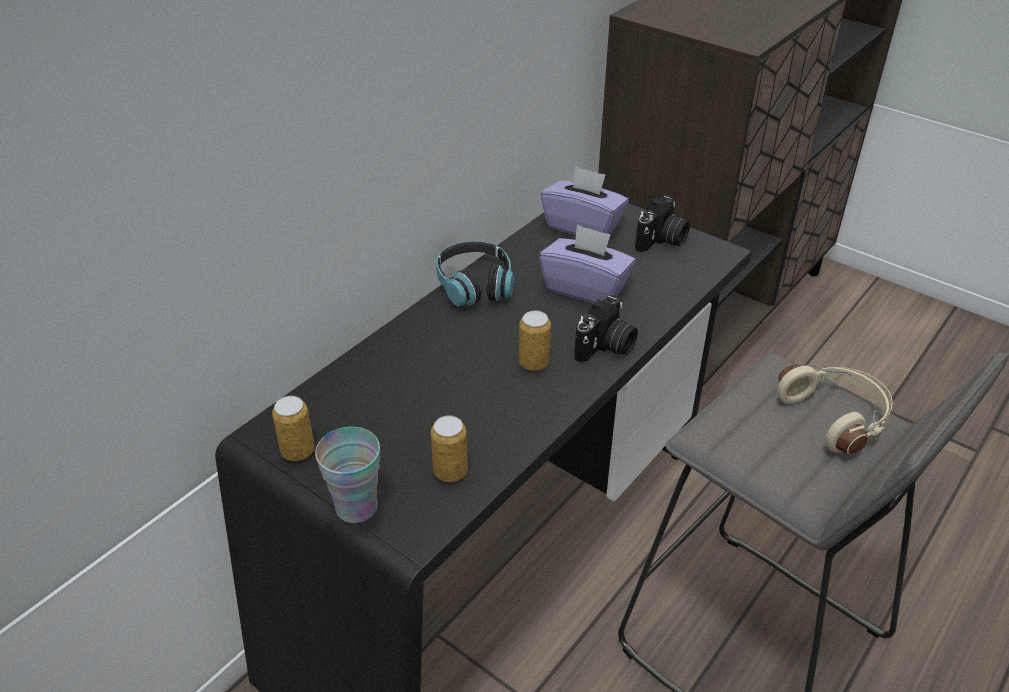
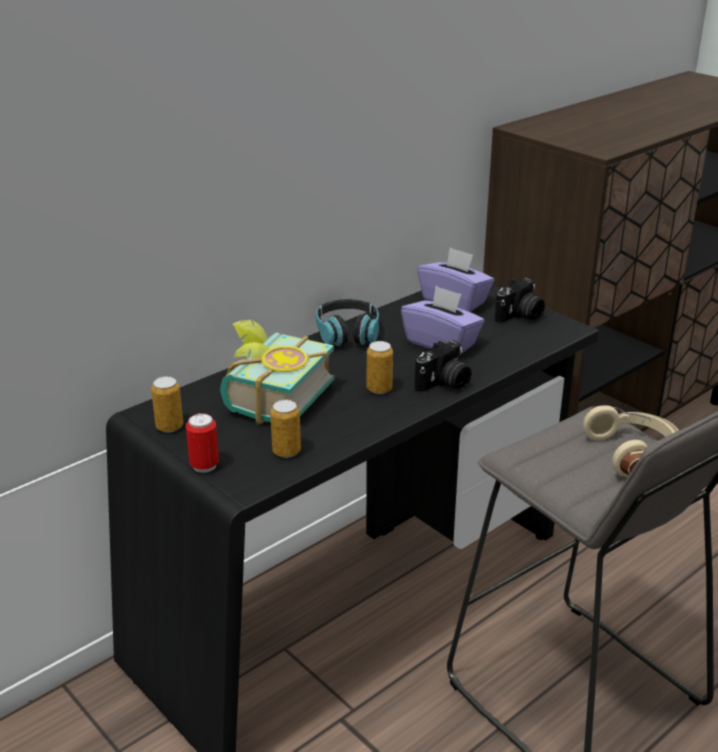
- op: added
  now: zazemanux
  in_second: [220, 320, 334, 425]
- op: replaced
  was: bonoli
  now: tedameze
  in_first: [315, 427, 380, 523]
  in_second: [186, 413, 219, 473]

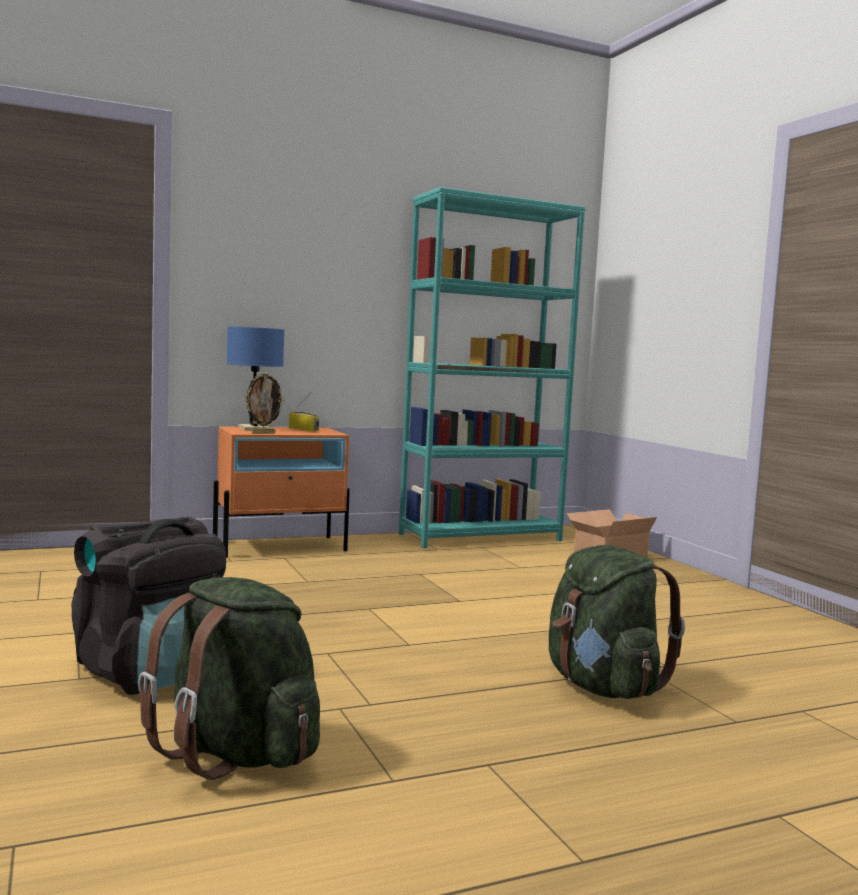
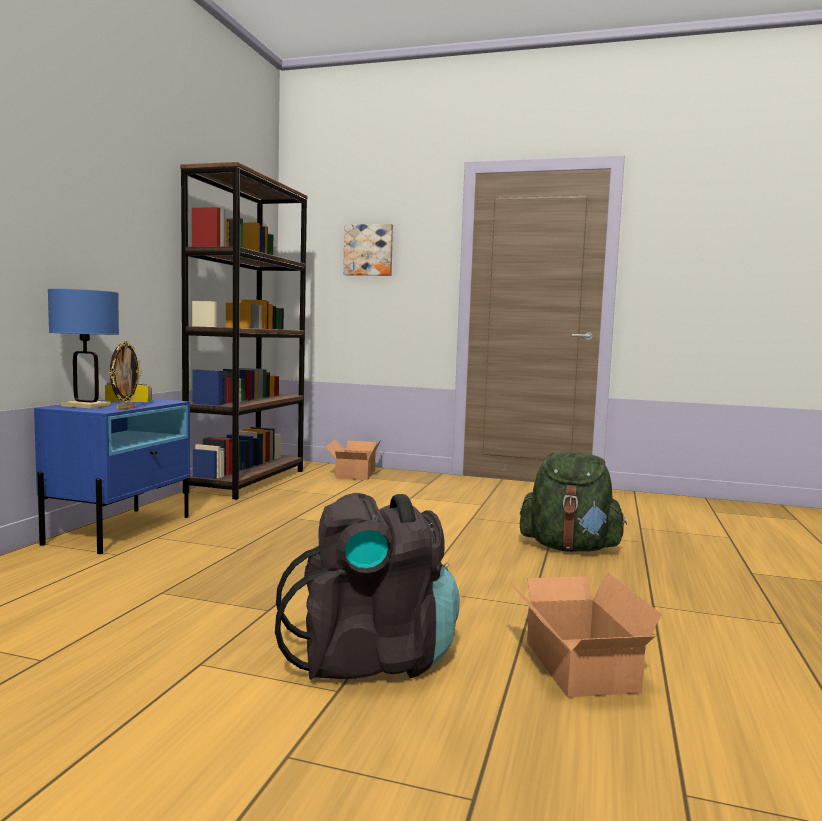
- op: added
  now: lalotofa
  in_second: [343, 224, 393, 276]
- op: replaced
  was: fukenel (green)
  now: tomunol
  in_first: [138, 577, 320, 780]
  in_second: [508, 572, 662, 697]
- op: recoloured
  was: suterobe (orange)
  now: suterobe (blue)
  in_first: [213, 427, 350, 558]
  in_second: [34, 399, 190, 554]
- op: recoloured
  was: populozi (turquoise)
  now: populozi (brown)
  in_first: [399, 187, 586, 548]
  in_second: [180, 162, 308, 500]

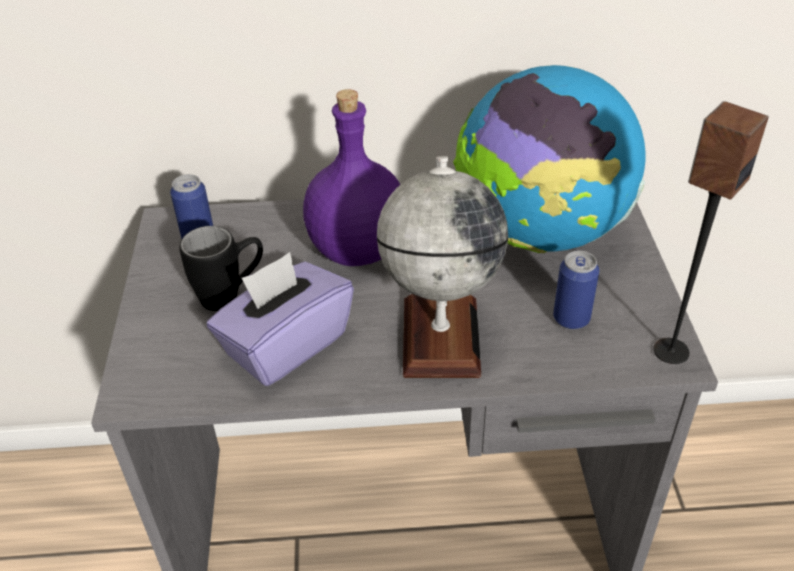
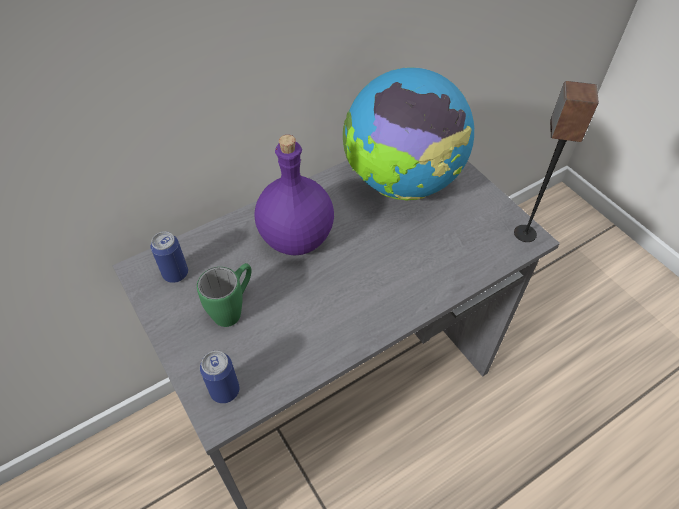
- op: removed
  was: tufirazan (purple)
  in_first: [207, 252, 354, 386]
- op: removed
  was: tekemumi
  in_first: [377, 156, 508, 378]
- op: moved
  was: tedameze
  in_first: [553, 251, 599, 330]
  in_second: [200, 351, 240, 403]
- op: recoloured
  was: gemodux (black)
  now: gemodux (green)
  in_first: [179, 226, 263, 311]
  in_second: [197, 263, 252, 327]

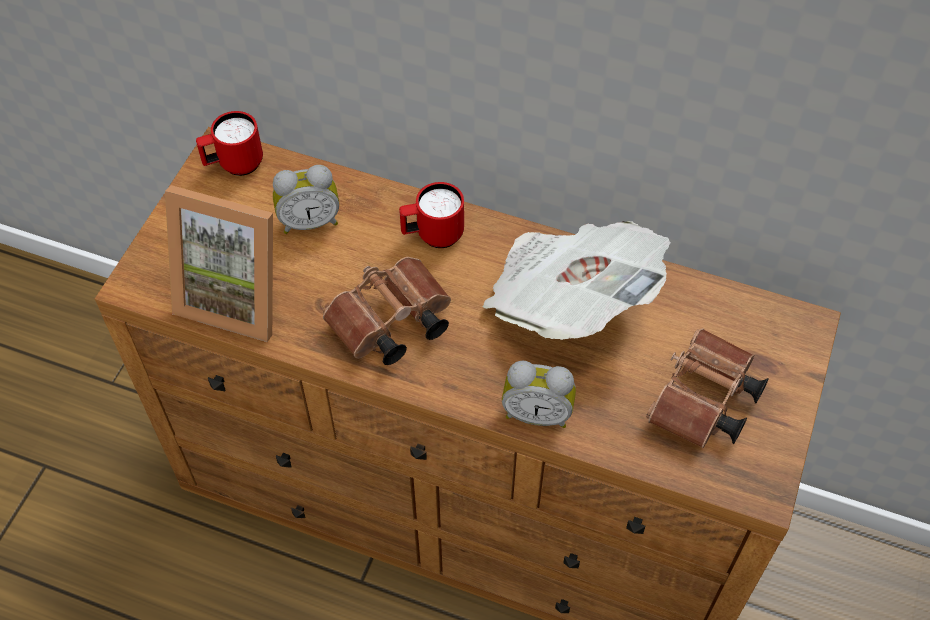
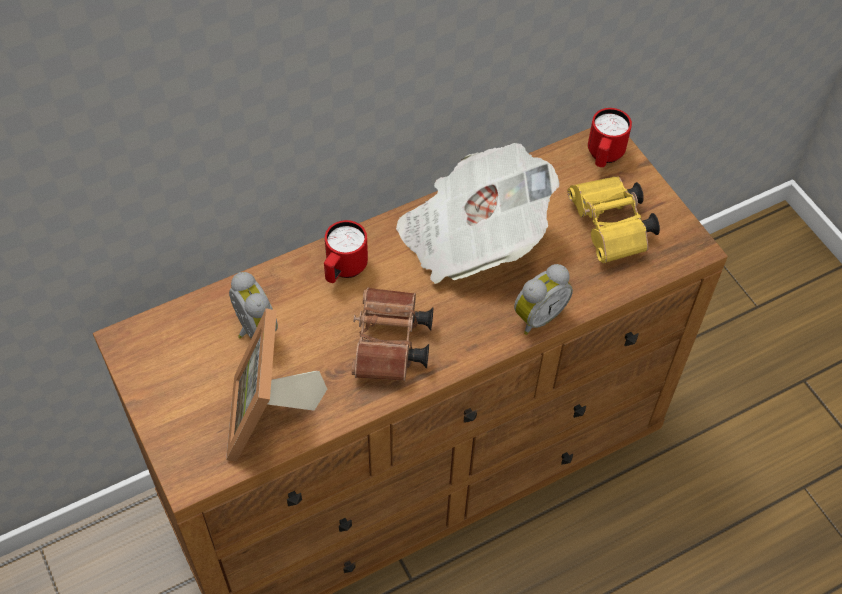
- op: moved
  was: gemodux (red)
  in_first: [196, 111, 263, 176]
  in_second: [588, 108, 632, 167]
- op: recoloured
  was: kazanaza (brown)
  now: kazanaza (yellow)
  in_first: [646, 328, 768, 448]
  in_second: [568, 176, 660, 263]
- op: turned
  was: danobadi
  in_first: [165, 185, 273, 342]
  in_second: [226, 308, 327, 462]
  clockwise: 120
- op: turned
  was: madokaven
  in_first: [273, 165, 339, 234]
  in_second: [229, 272, 278, 339]
  clockwise: -60

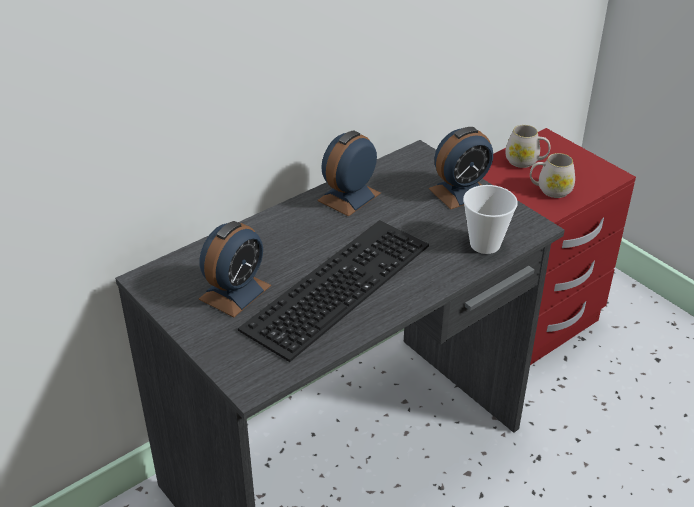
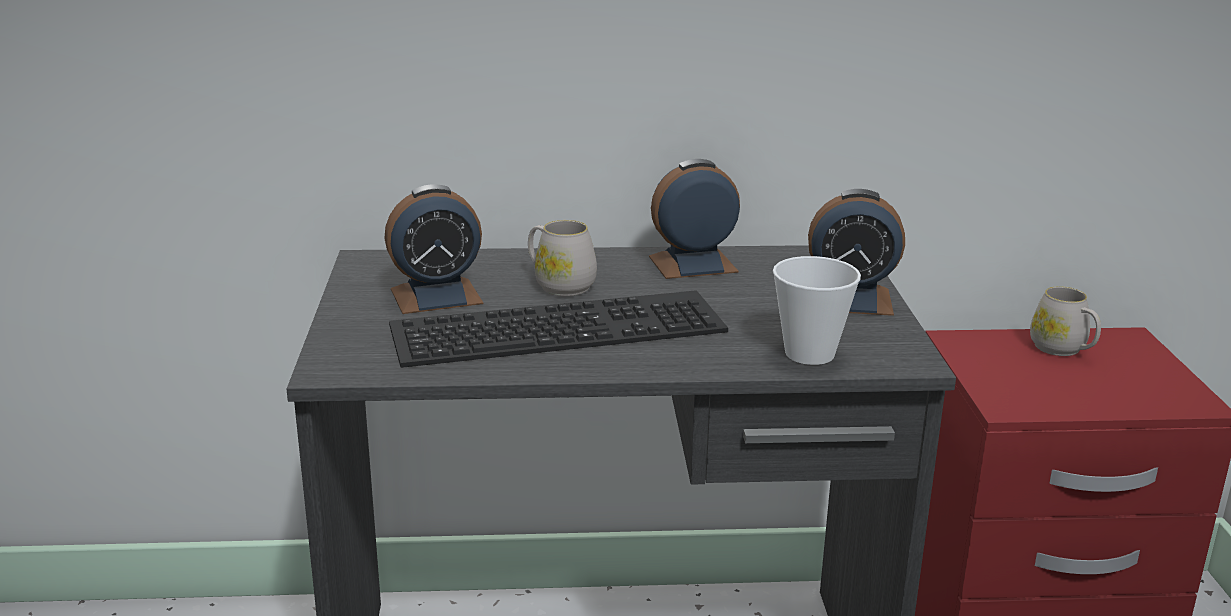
- op: moved
  was: gemodux (white)
  in_first: [530, 153, 575, 198]
  in_second: [528, 220, 597, 296]

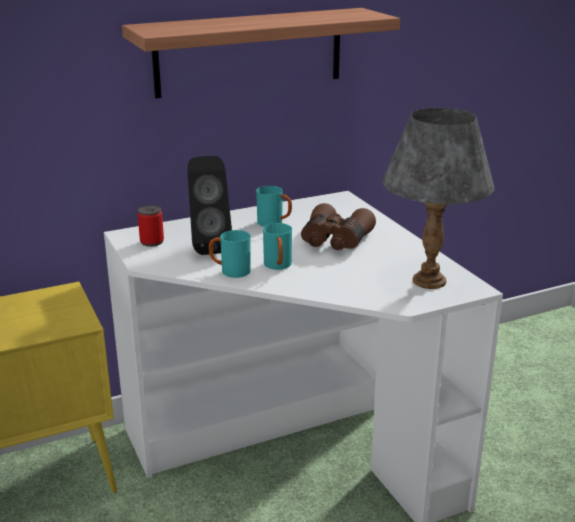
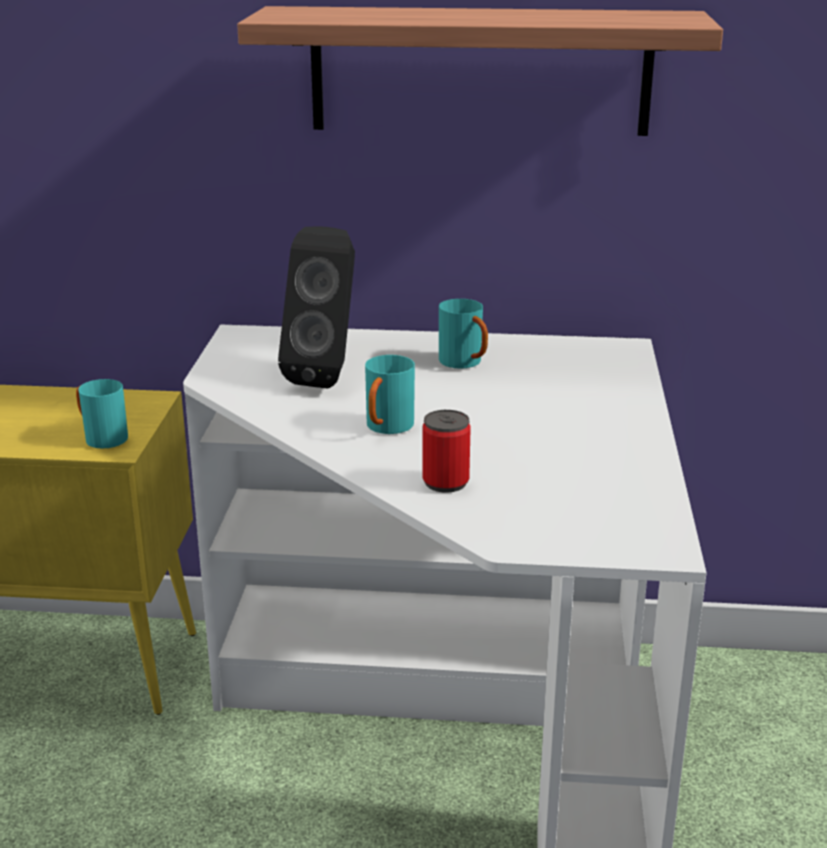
- op: removed
  was: kazanaza (brown)
  in_first: [301, 203, 376, 250]
- op: removed
  was: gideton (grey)
  in_first: [382, 107, 494, 289]
- op: moved
  was: tedameze
  in_first: [138, 205, 164, 247]
  in_second: [422, 410, 471, 493]
- op: moved
  was: gemodux (turquoise)
  in_first: [209, 230, 251, 278]
  in_second: [76, 379, 128, 448]

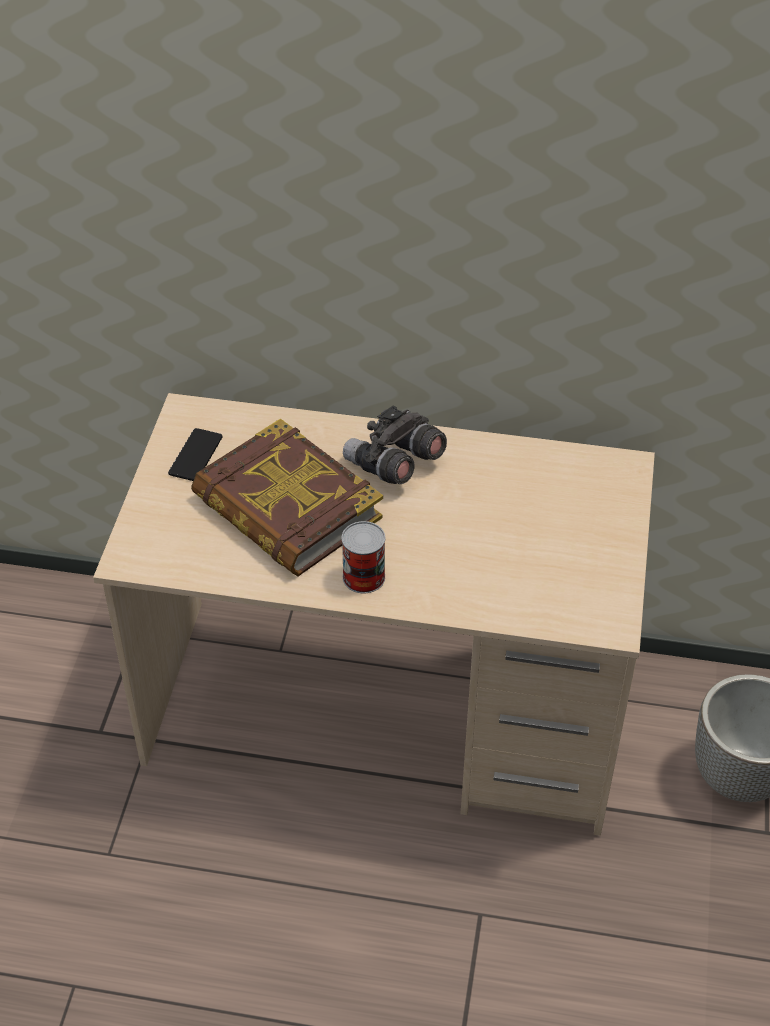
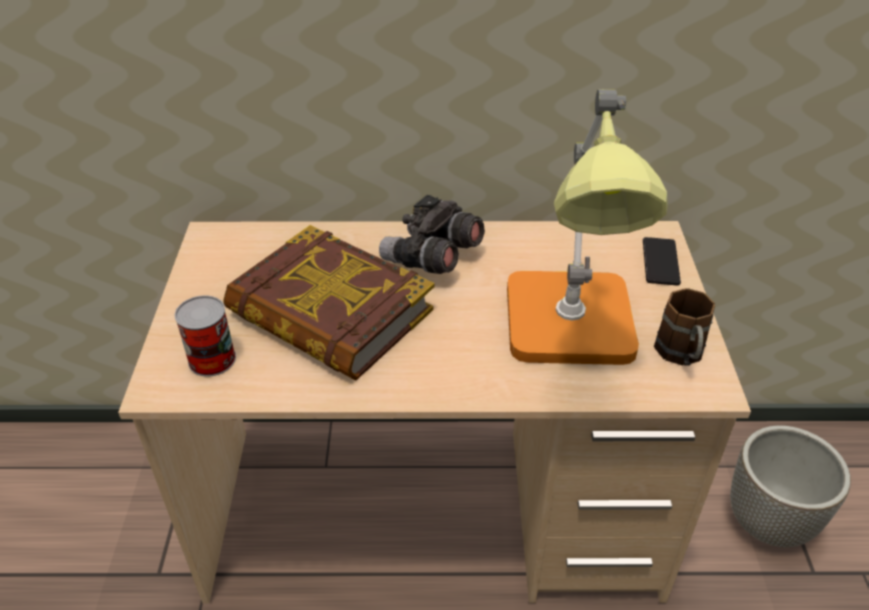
- op: added
  now: gideton
  in_second: [507, 90, 668, 365]
- op: added
  now: gemodux (brown)
  in_second: [654, 288, 715, 366]
- op: moved
  was: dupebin
  in_first: [168, 428, 223, 481]
  in_second: [643, 237, 681, 285]
- op: moved
  was: tedameze
  in_first: [342, 521, 385, 593]
  in_second: [175, 295, 236, 377]

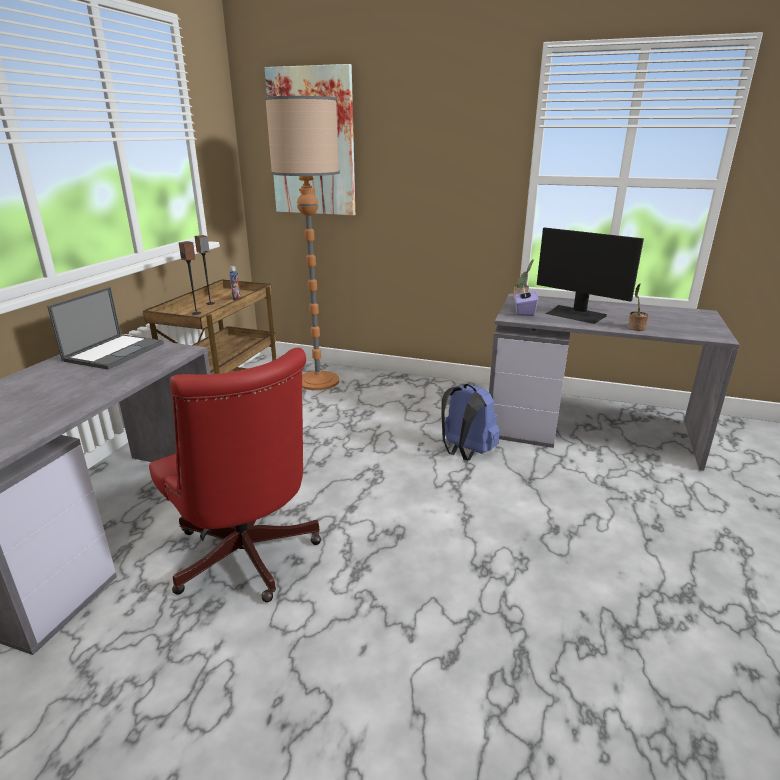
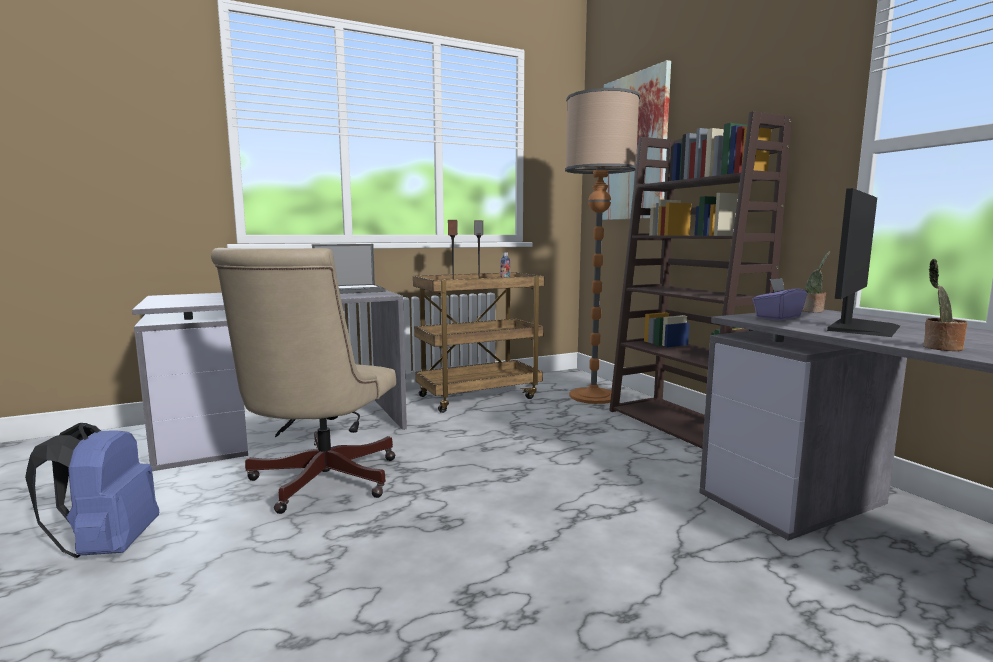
- op: added
  now: populozi (brown)
  in_second: [609, 111, 792, 448]
- op: moved
  was: fukenel (blue)
  in_first: [441, 384, 499, 460]
  in_second: [25, 423, 159, 558]
- op: recoloured
  was: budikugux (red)
  now: budikugux (beige)
  in_first: [149, 347, 321, 602]
  in_second: [211, 248, 396, 514]
- op: turned
  was: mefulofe
  in_first: [537, 227, 644, 324]
  in_second: [827, 188, 900, 337]
  clockwise: -135

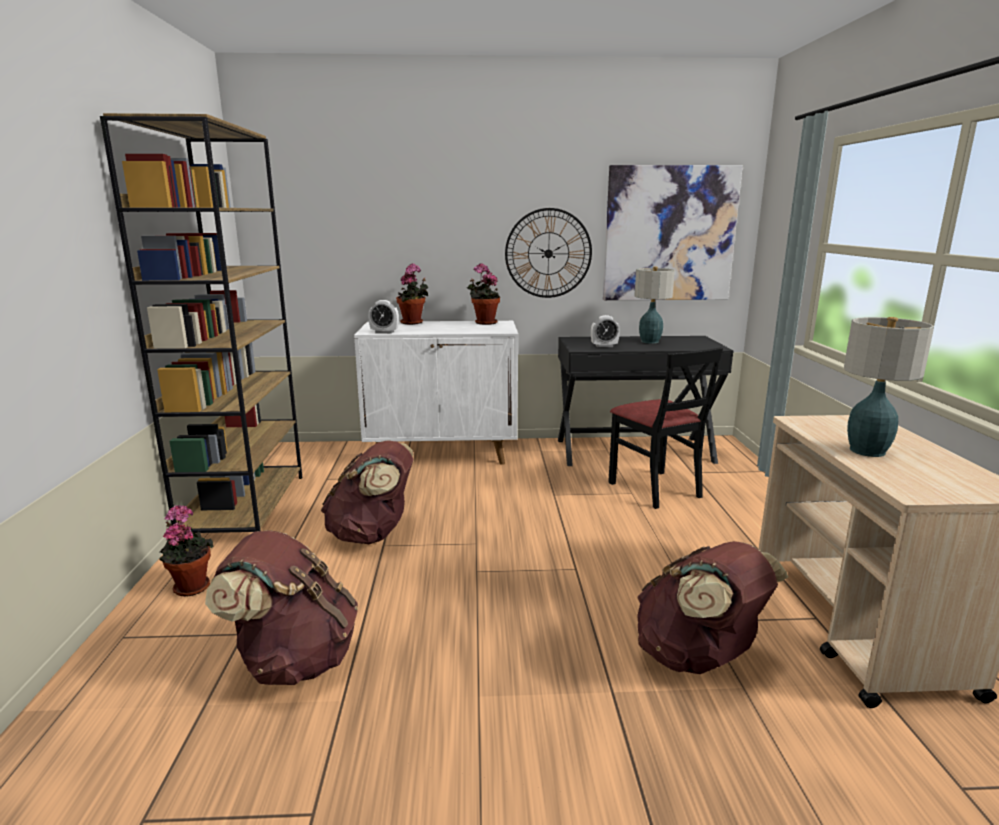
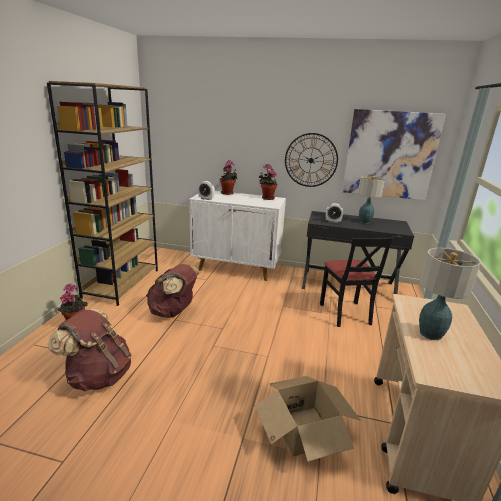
- op: replaced
  was: fukenel (brown)
  now: tomunol
  in_first: [637, 541, 788, 674]
  in_second: [254, 376, 361, 462]

